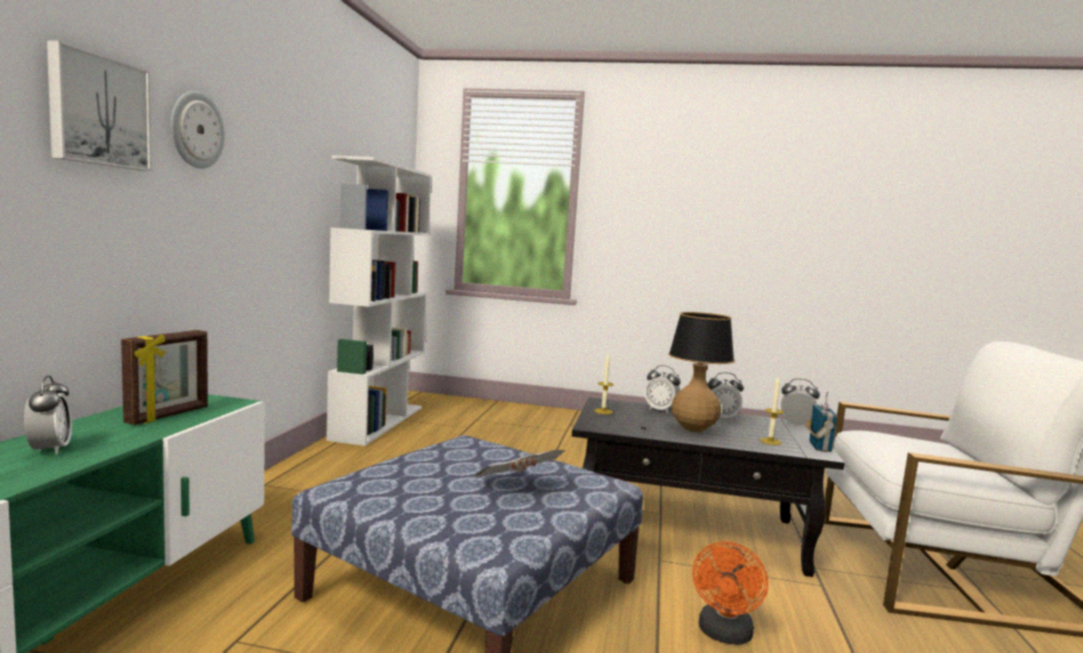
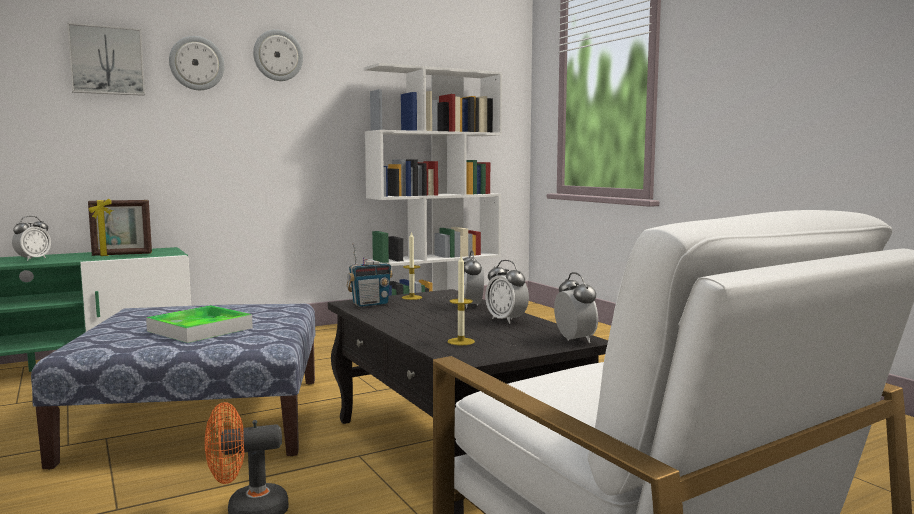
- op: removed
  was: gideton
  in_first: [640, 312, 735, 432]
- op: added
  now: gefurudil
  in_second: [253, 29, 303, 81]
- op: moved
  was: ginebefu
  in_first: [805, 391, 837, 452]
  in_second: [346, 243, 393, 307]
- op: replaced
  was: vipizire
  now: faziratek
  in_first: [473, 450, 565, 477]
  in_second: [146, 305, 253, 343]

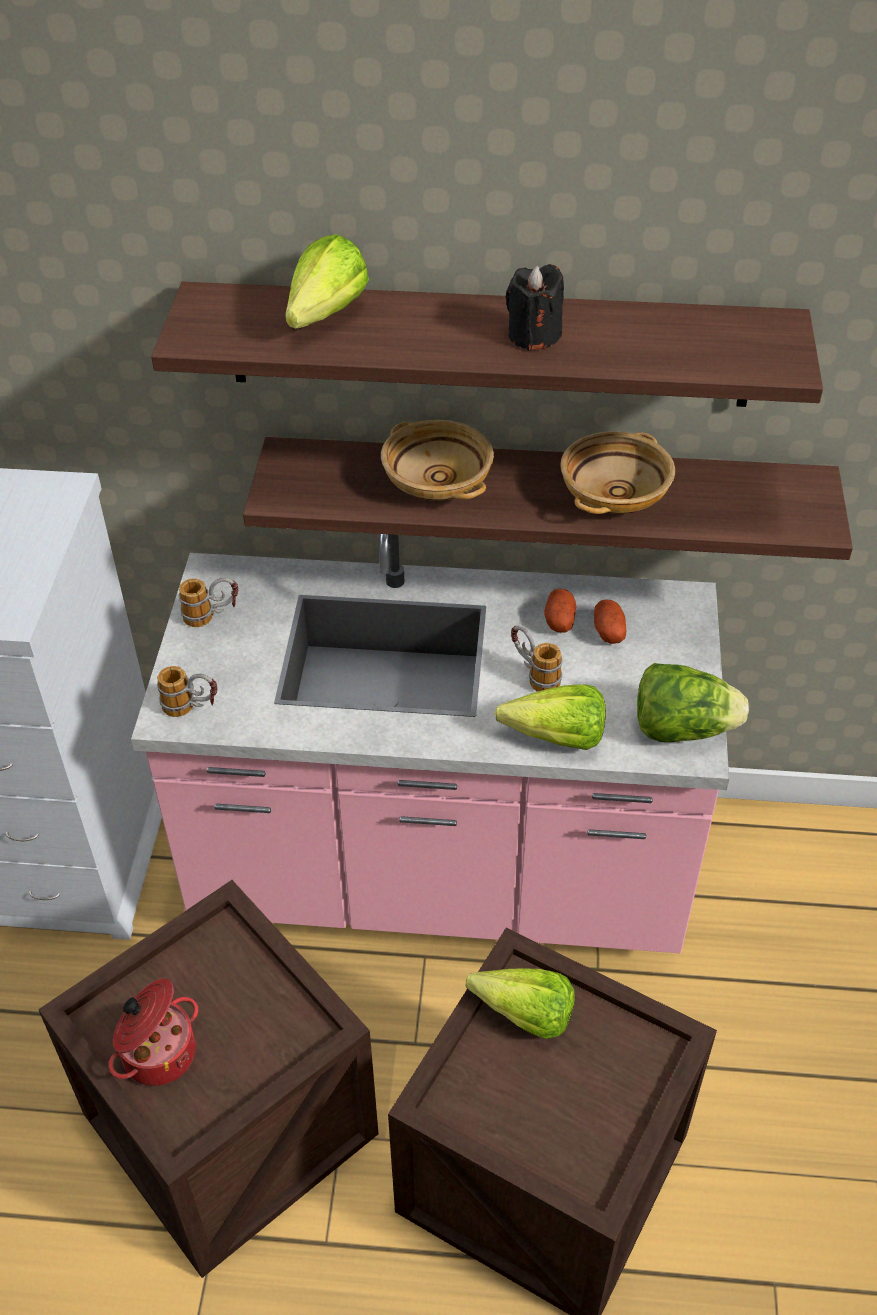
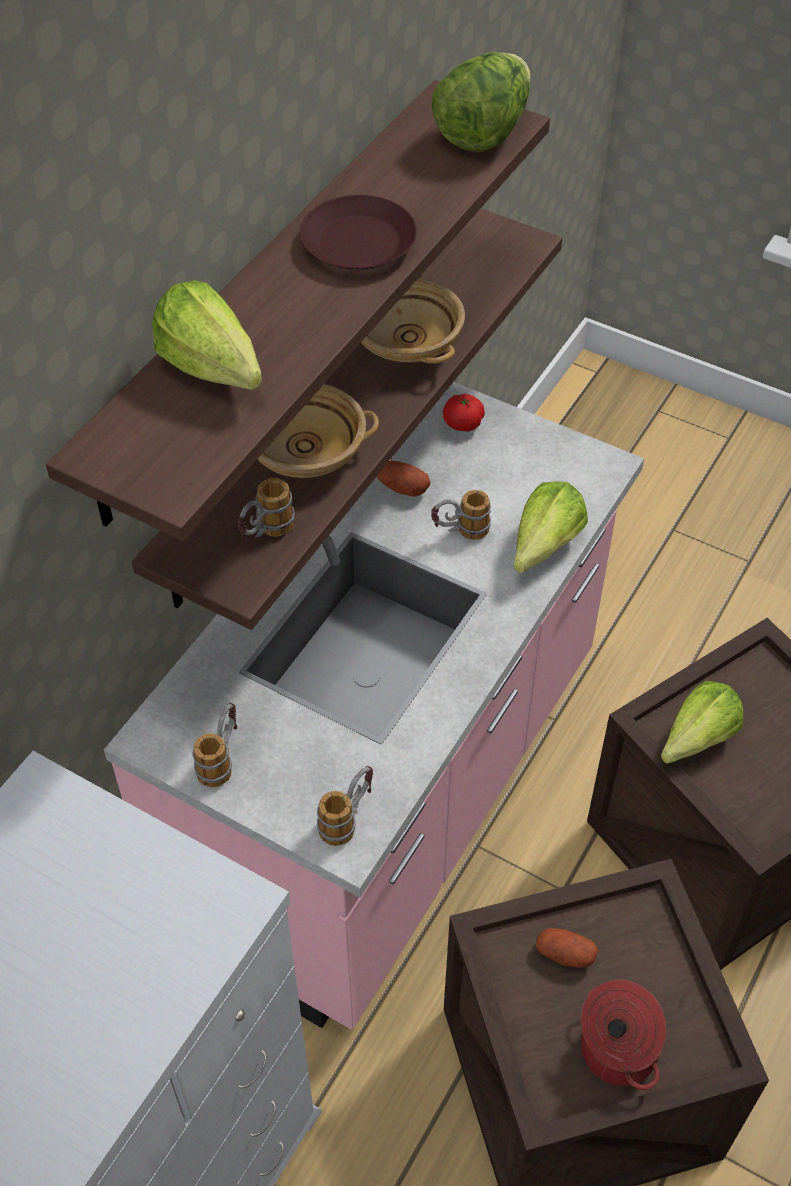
- op: added
  now: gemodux
  in_second: [237, 478, 295, 539]
- op: added
  now: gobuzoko
  in_second: [443, 394, 485, 431]
- op: moved
  was: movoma
  in_first: [594, 600, 626, 644]
  in_second: [536, 928, 598, 968]
- op: moved
  was: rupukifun
  in_first: [637, 663, 749, 742]
  in_second: [431, 52, 531, 152]
- op: replaced
  was: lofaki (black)
  now: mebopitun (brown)
  in_first: [506, 264, 564, 351]
  in_second: [300, 195, 417, 270]

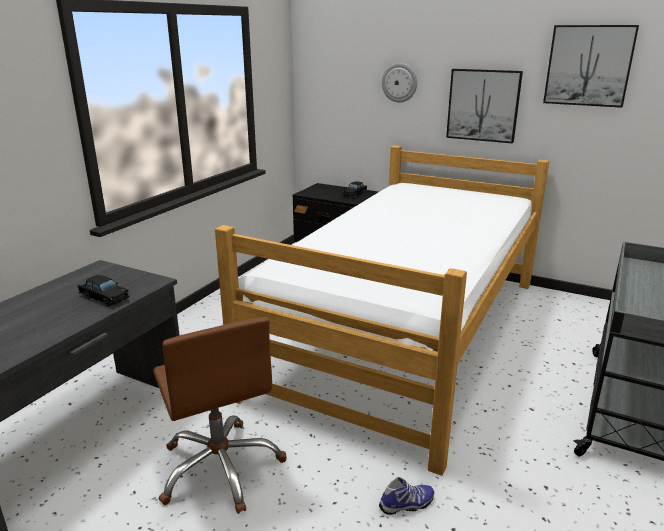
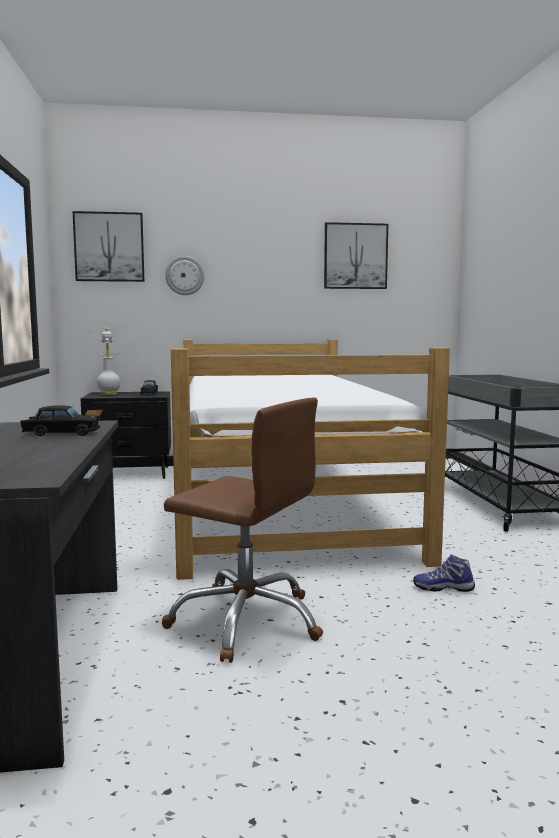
- op: added
  now: gideton (white)
  in_second: [91, 327, 126, 395]
- op: moved
  was: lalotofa
  in_first: [446, 69, 523, 144]
  in_second: [73, 211, 144, 282]
- op: turned
  was: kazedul
  in_first: [379, 477, 434, 515]
  in_second: [413, 554, 475, 592]
  clockwise: -120

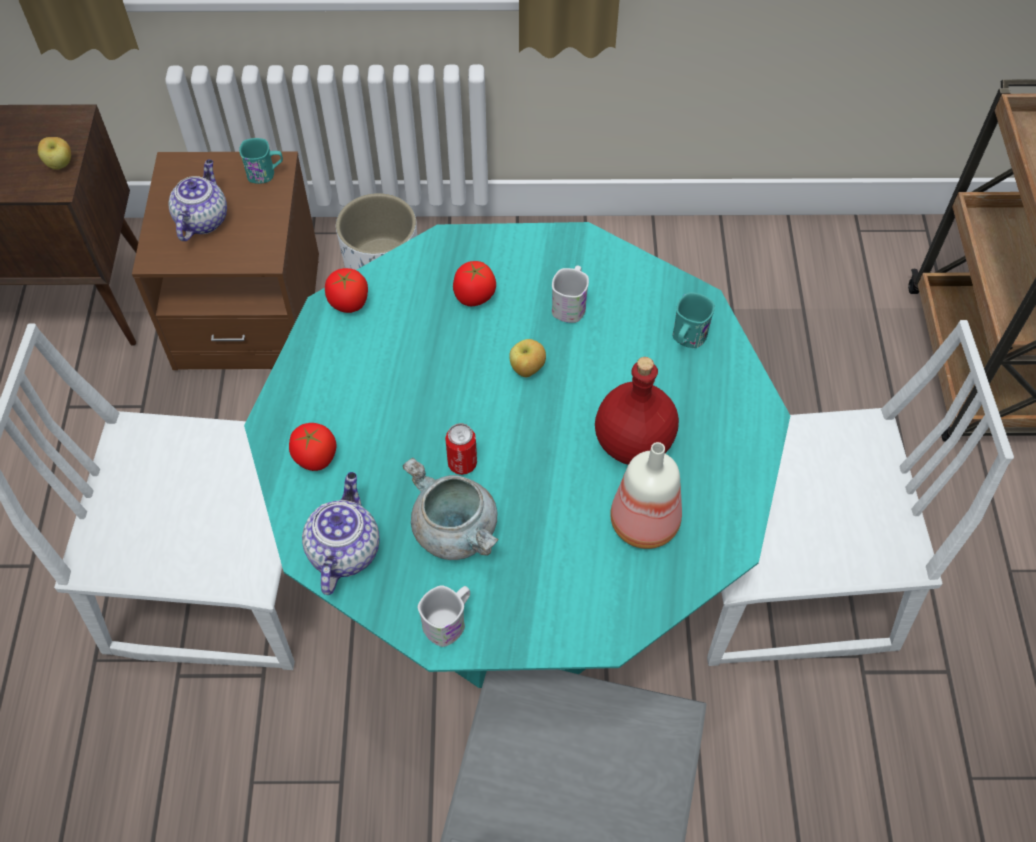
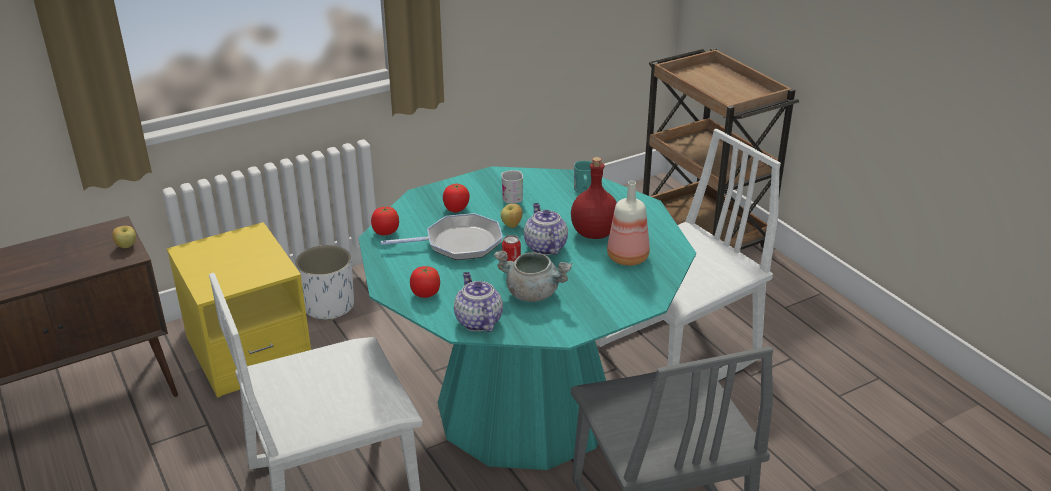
- op: removed
  was: gemodux (turquoise)
  in_first: [239, 138, 283, 184]
- op: removed
  was: gemodux (white)
  in_first: [418, 585, 470, 647]
- op: added
  now: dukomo
  in_second: [381, 213, 503, 260]
- op: moved
  was: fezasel
  in_first: [168, 160, 227, 241]
  in_second: [524, 203, 568, 255]
- op: recoloured
  was: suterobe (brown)
  now: suterobe (yellow)
  in_first: [132, 152, 319, 370]
  in_second: [167, 222, 311, 398]

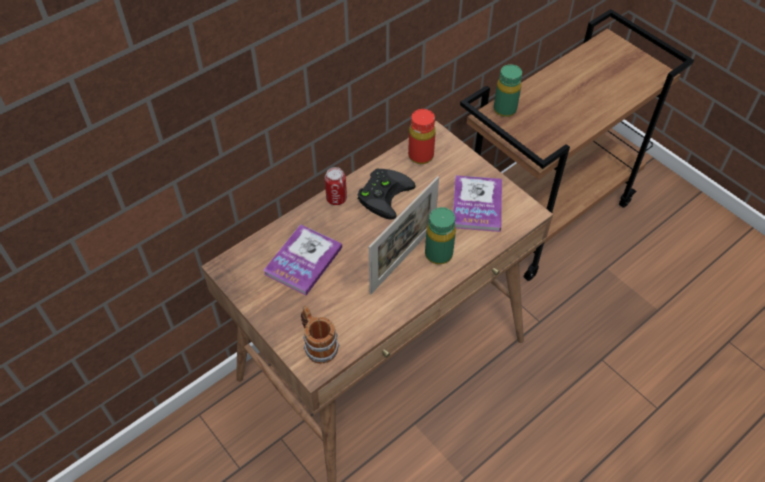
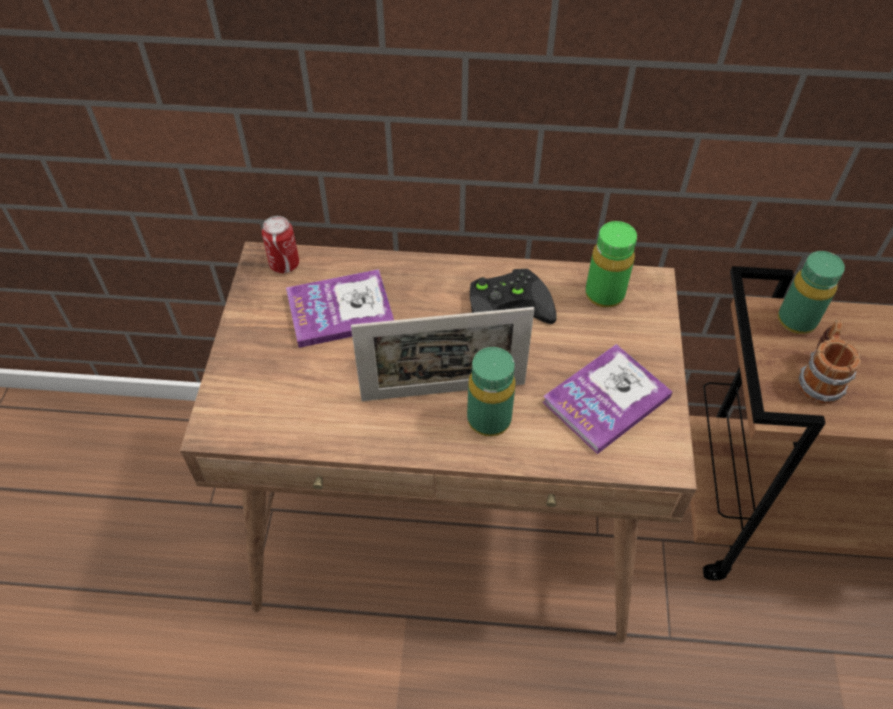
- op: moved
  was: gemodux
  in_first: [301, 306, 339, 364]
  in_second: [798, 320, 861, 404]
- op: moved
  was: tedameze
  in_first: [325, 167, 347, 205]
  in_second: [262, 216, 299, 273]
- op: recoloured
  was: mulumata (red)
  now: mulumata (green)
  in_first: [408, 109, 436, 164]
  in_second: [585, 221, 637, 308]

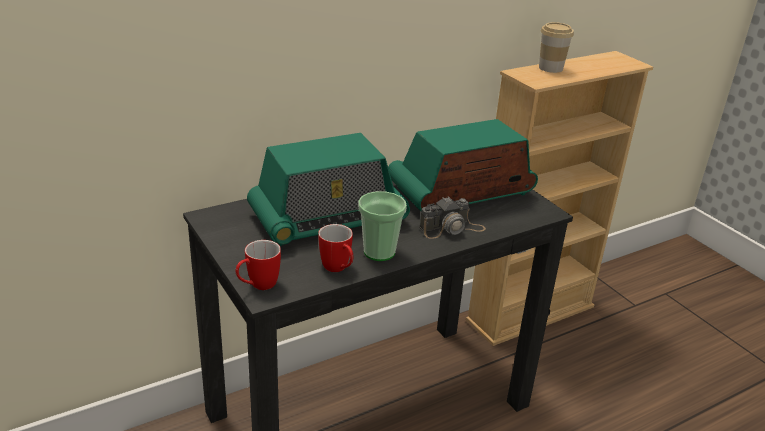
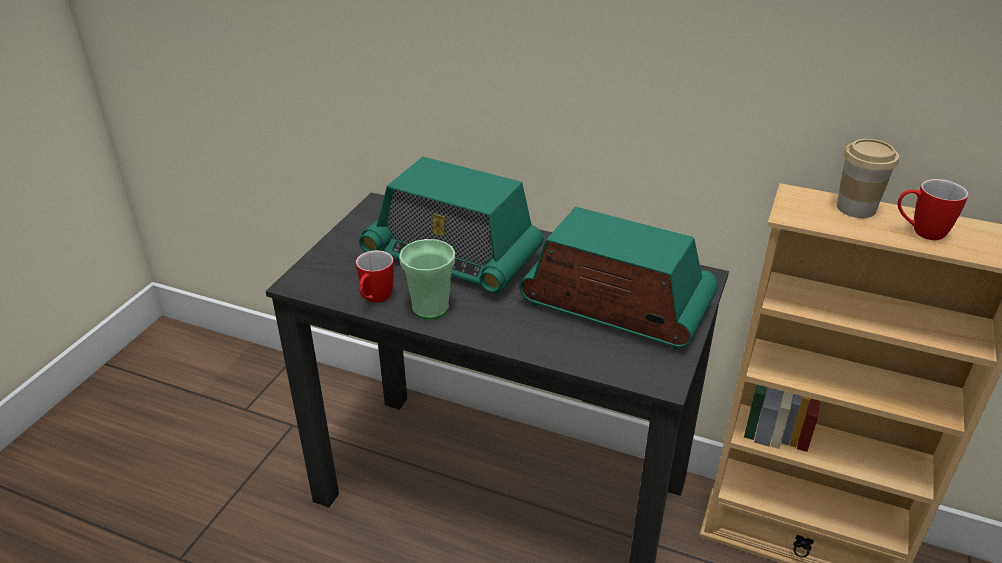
- op: removed
  was: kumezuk
  in_first: [419, 197, 486, 239]
- op: moved
  was: gemodux
  in_first: [236, 240, 281, 290]
  in_second: [898, 179, 969, 240]

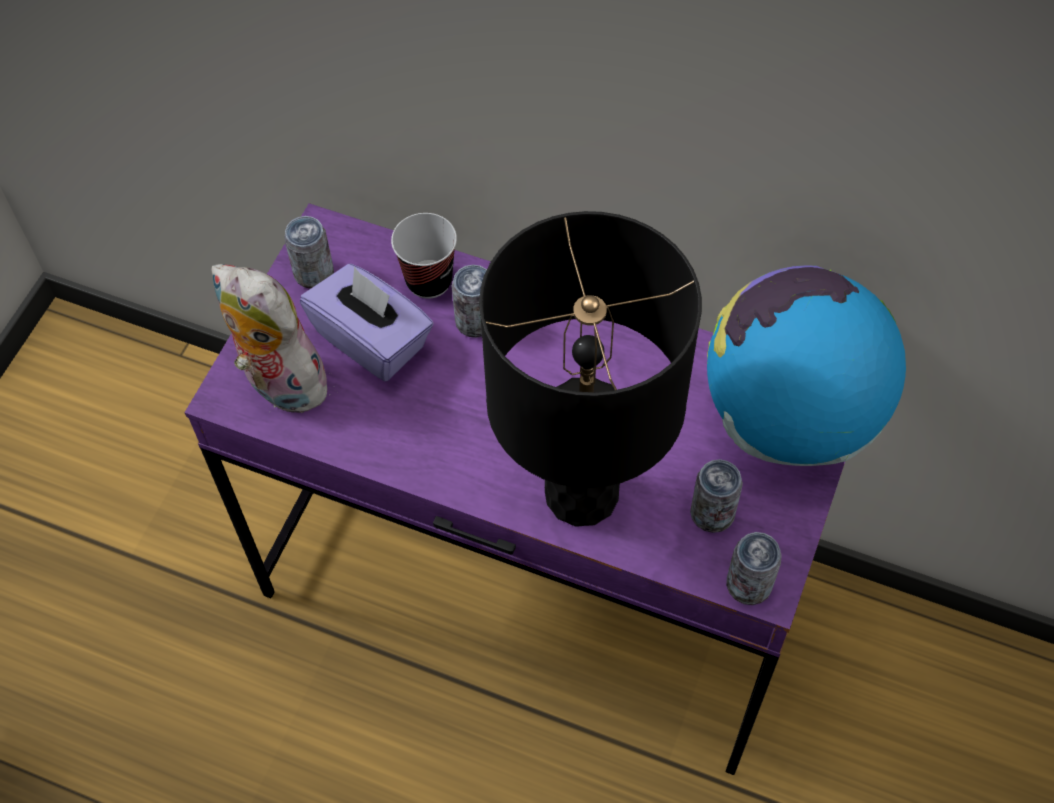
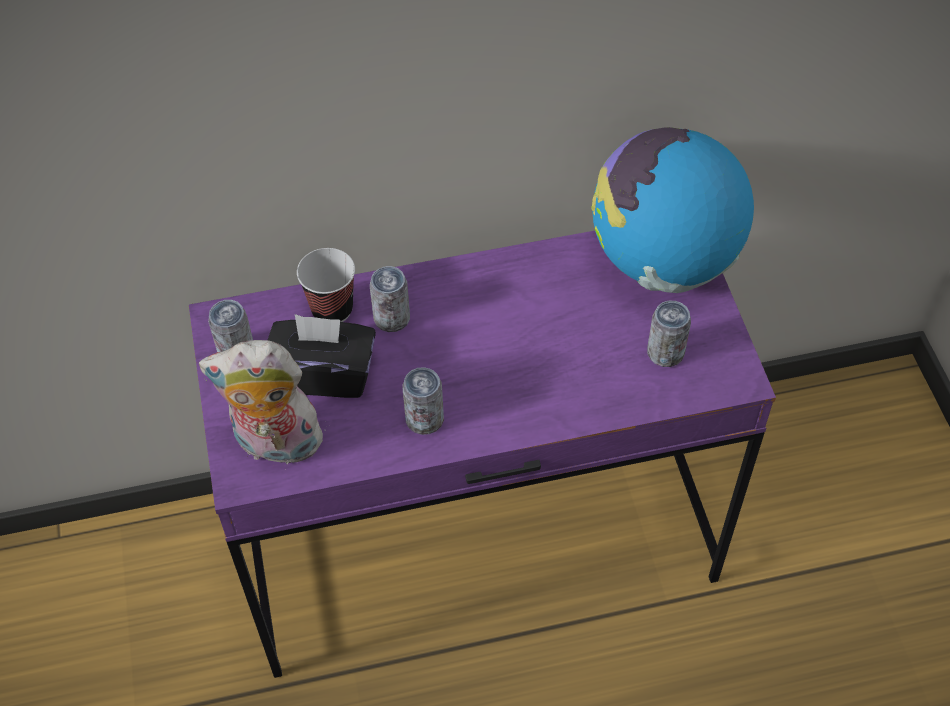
- op: removed
  was: gideton (black)
  in_first: [479, 211, 702, 527]
- op: moved
  was: tedameze
  in_first: [726, 532, 781, 605]
  in_second: [402, 367, 444, 435]
- op: recoloured
  was: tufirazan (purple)
  now: tufirazan (black)
  in_first: [300, 264, 433, 382]
  in_second: [268, 314, 376, 398]

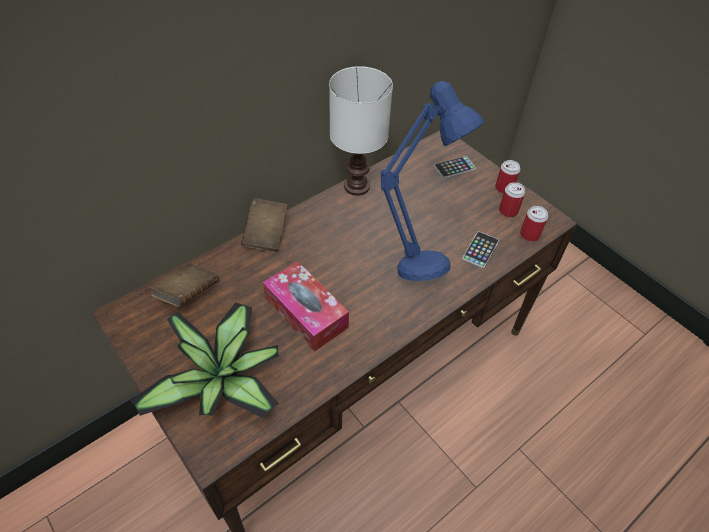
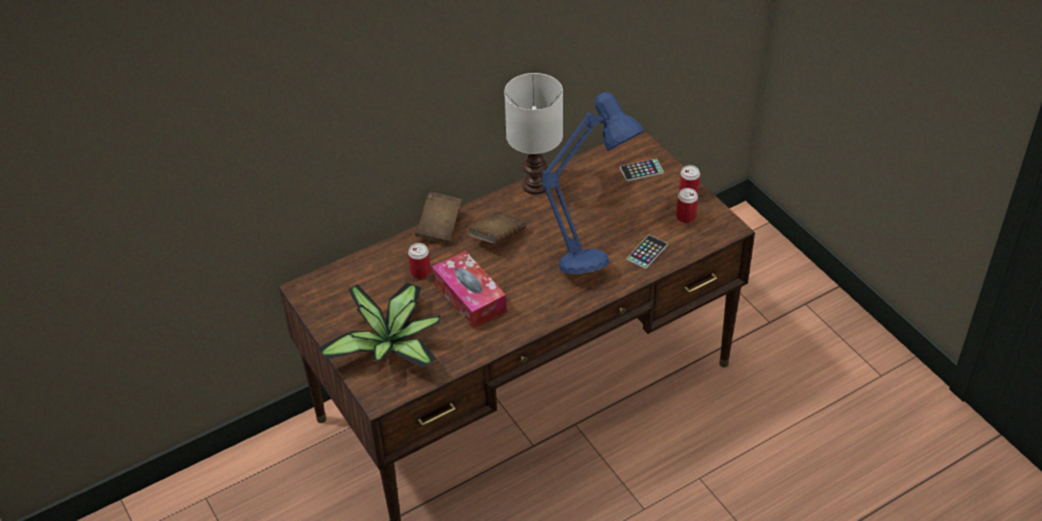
- op: moved
  was: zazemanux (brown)
  in_first: [149, 263, 219, 307]
  in_second: [468, 212, 526, 244]
- op: moved
  was: tedameze
  in_first: [520, 206, 548, 242]
  in_second: [408, 243, 431, 279]

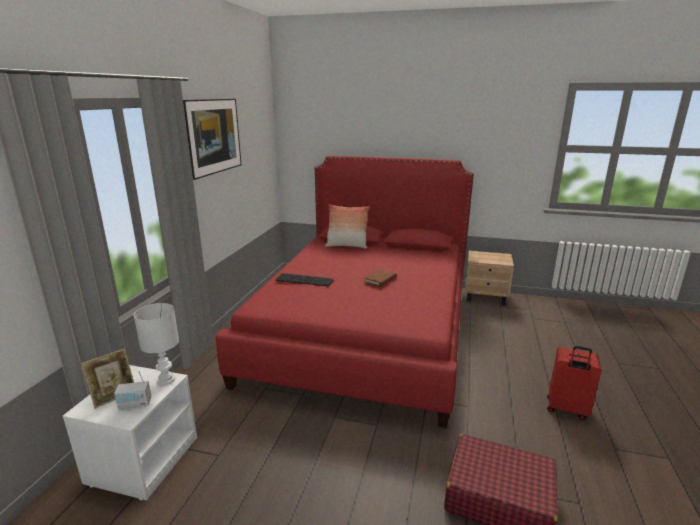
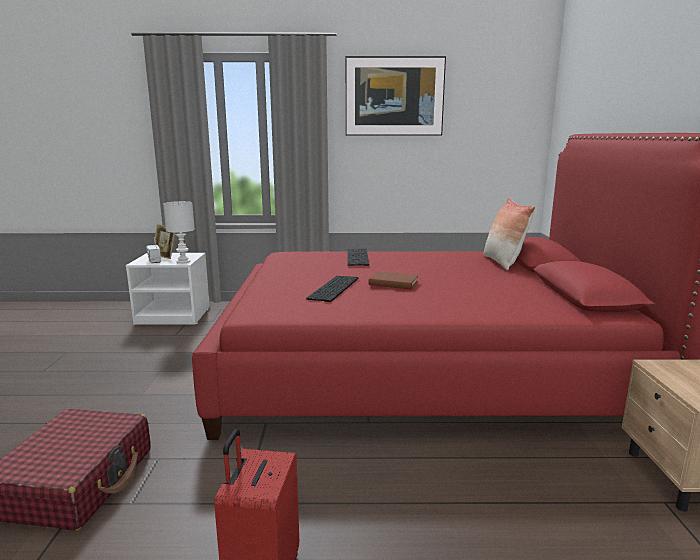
- op: added
  now: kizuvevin
  in_second: [306, 276, 358, 302]

